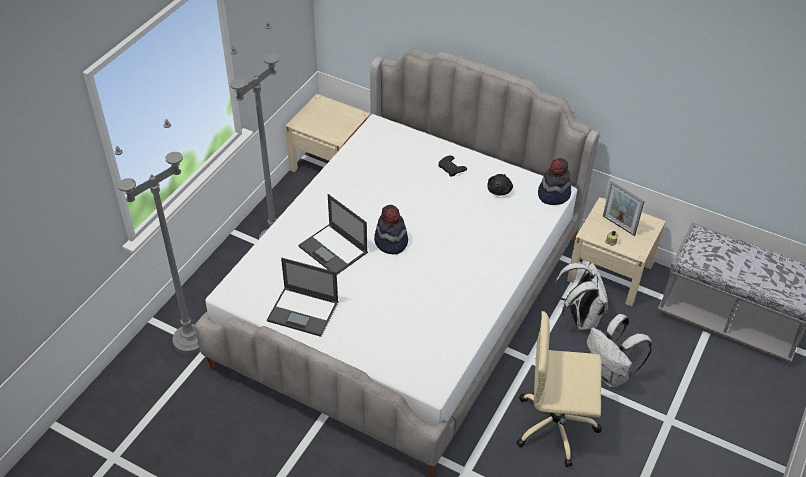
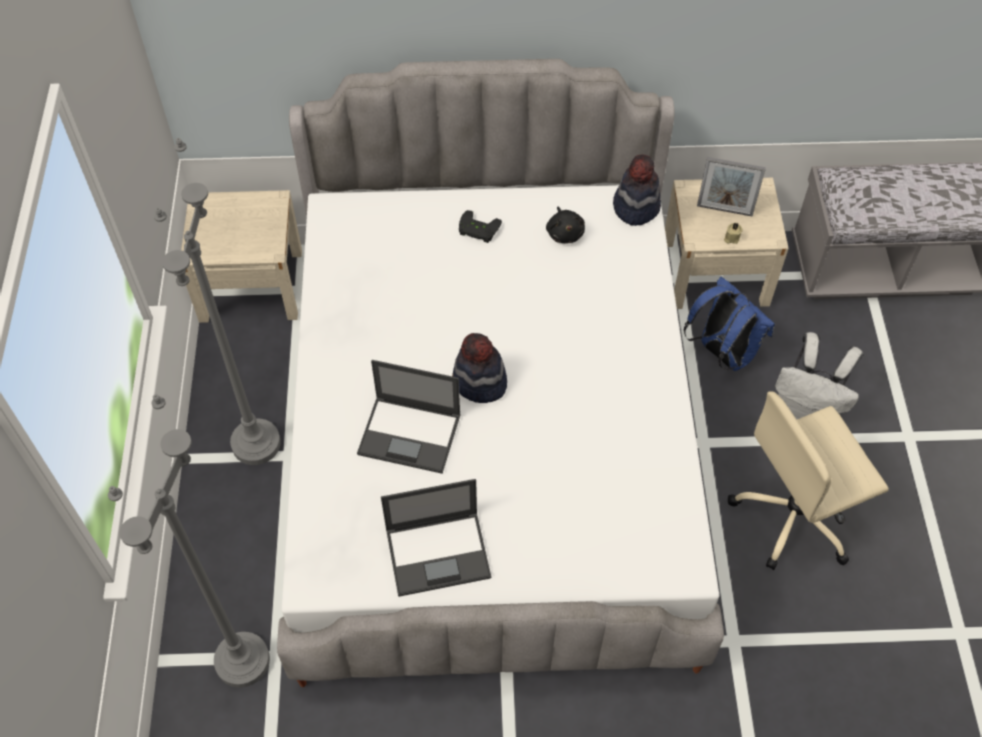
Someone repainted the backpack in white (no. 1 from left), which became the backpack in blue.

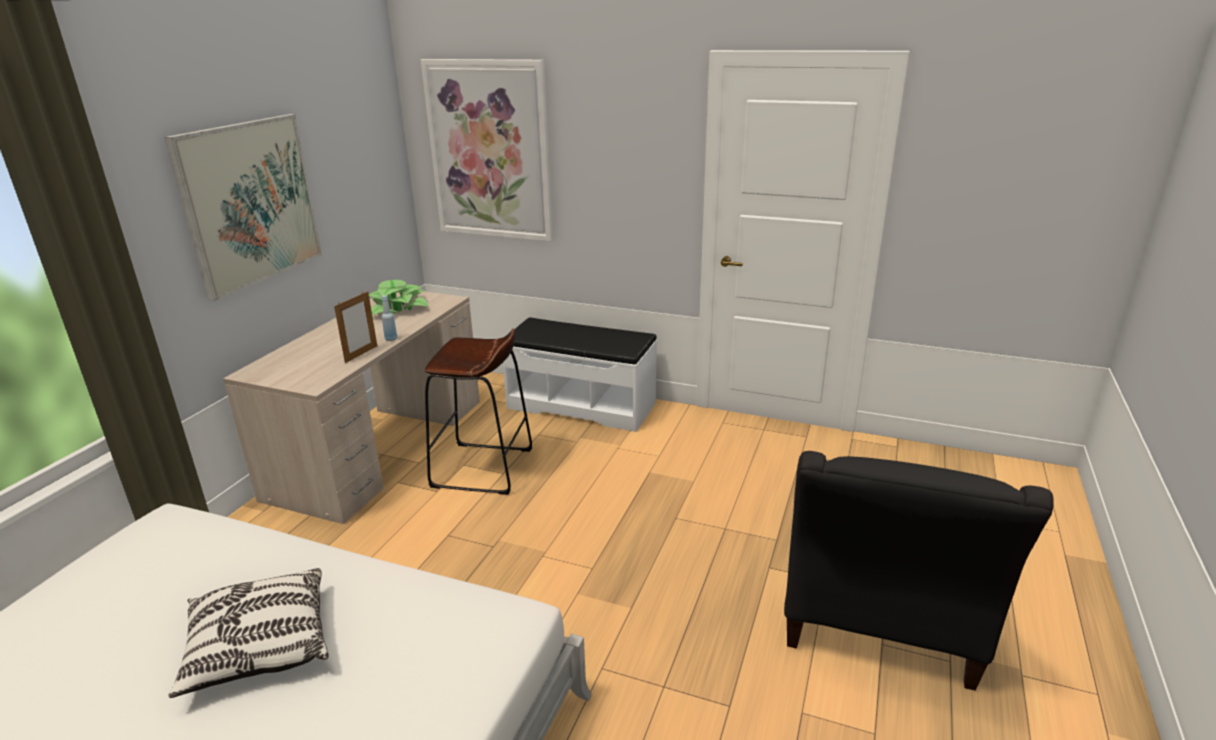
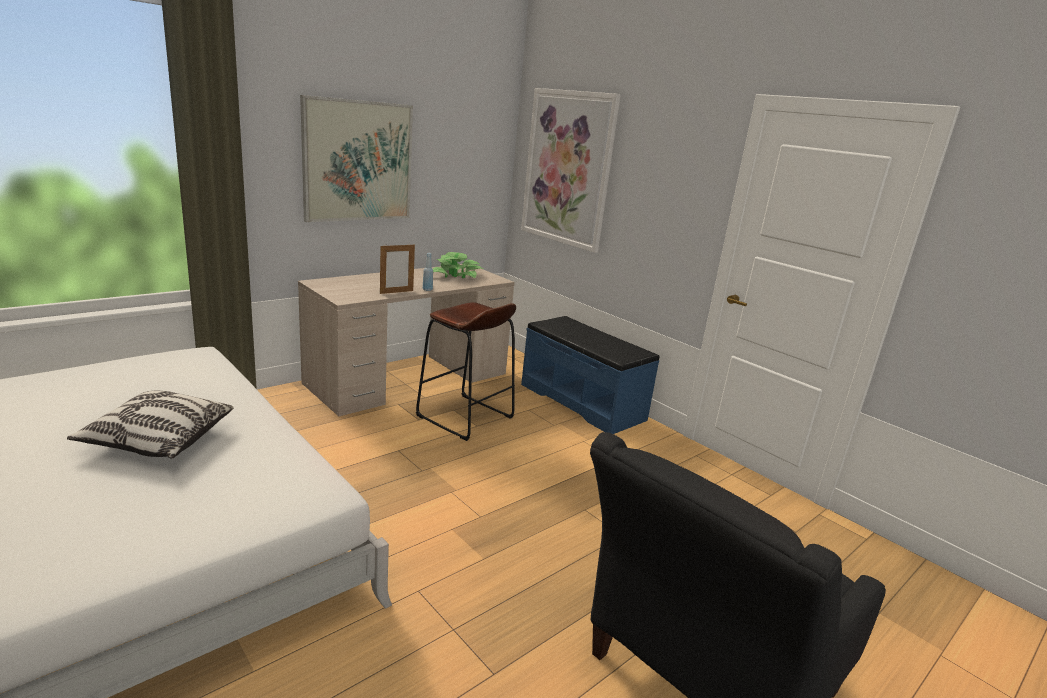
Someone repainted the bench in white, which became the bench in blue.

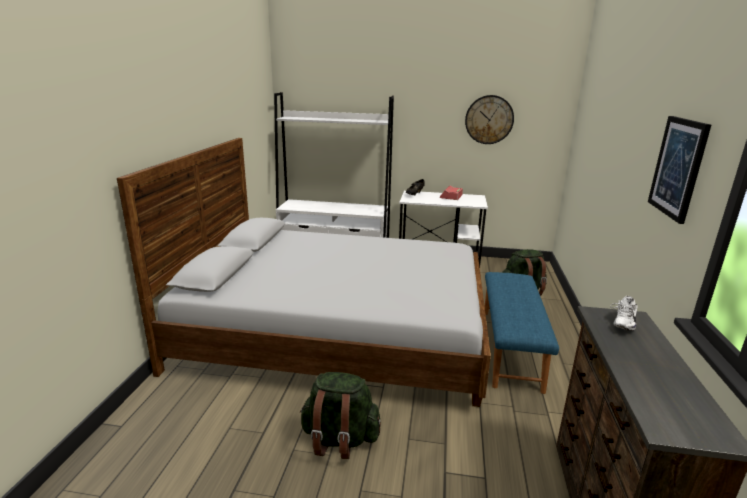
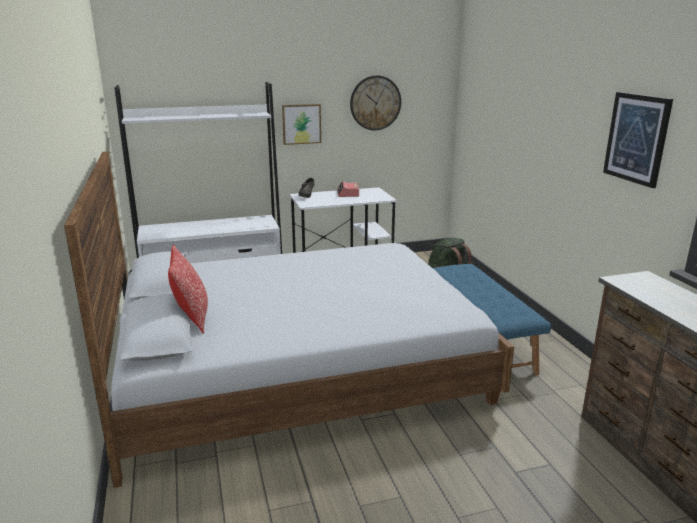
Someone put down the pillow. Someone put up the picture (no. 1 from left). Someone took away the backpack in green (no. 1 from left). Someone took away the shoe in white.

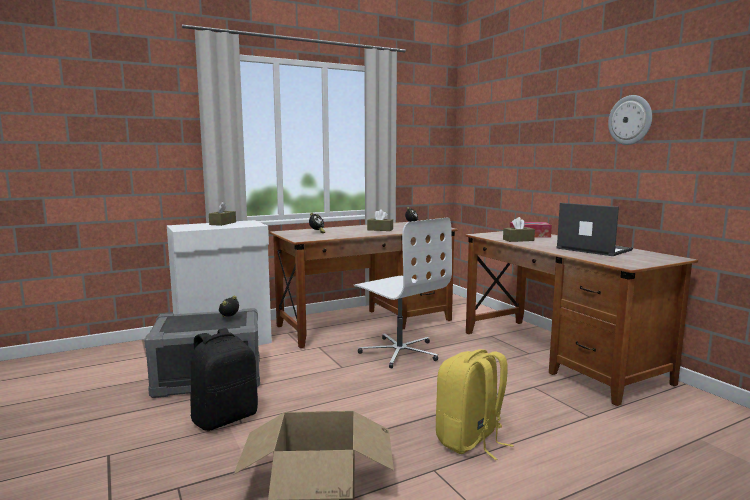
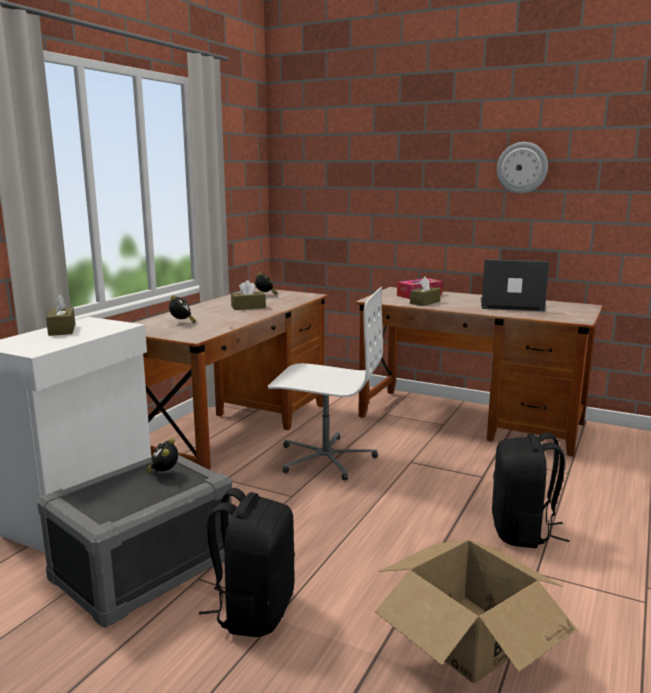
Someone repainted the backpack in yellow, which became the backpack in black (no. 2 from left).

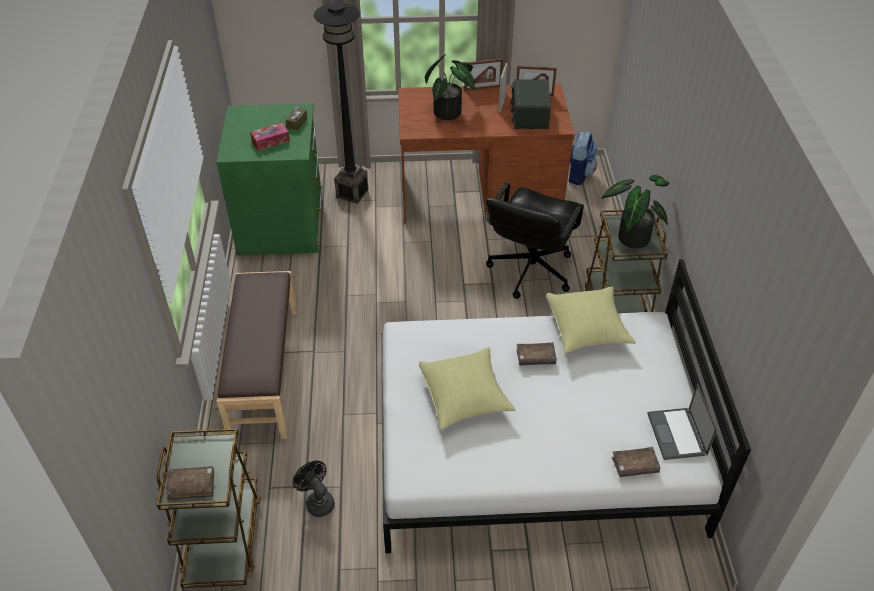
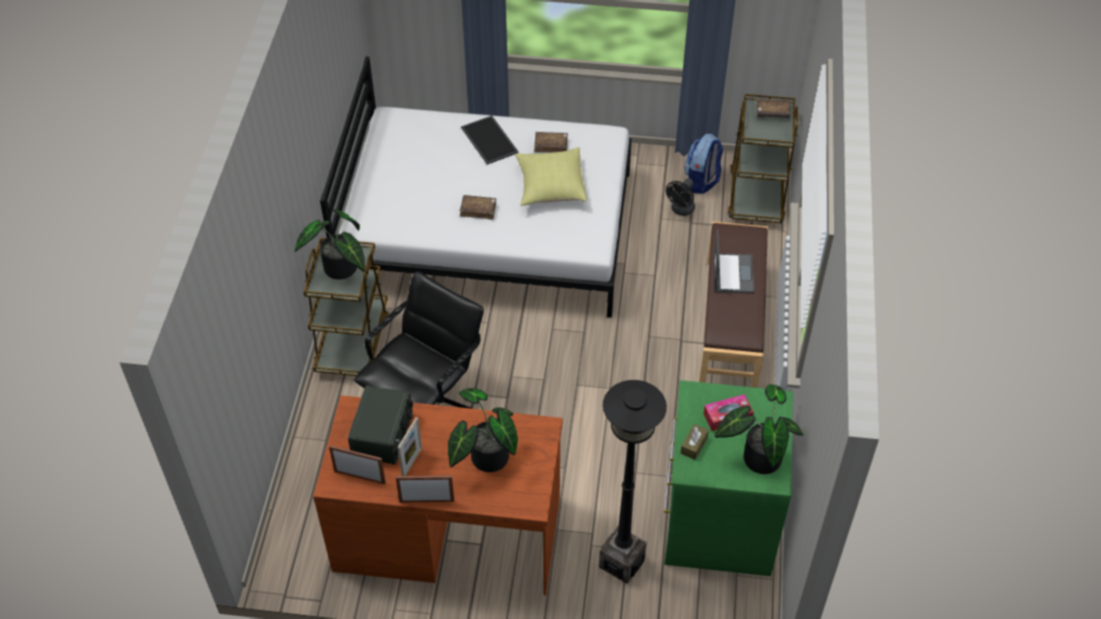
Someone put down the tray. Someone carried the book in brown (no. 3 from left in the first image). Someone rotated the fan in black by 60 degrees clockwise. Someone carried the backpack. Someone carried the laptop. Someone put down the potted plant (no. 3 from left). Someone took away the pillow in yellow (no. 2 from left).

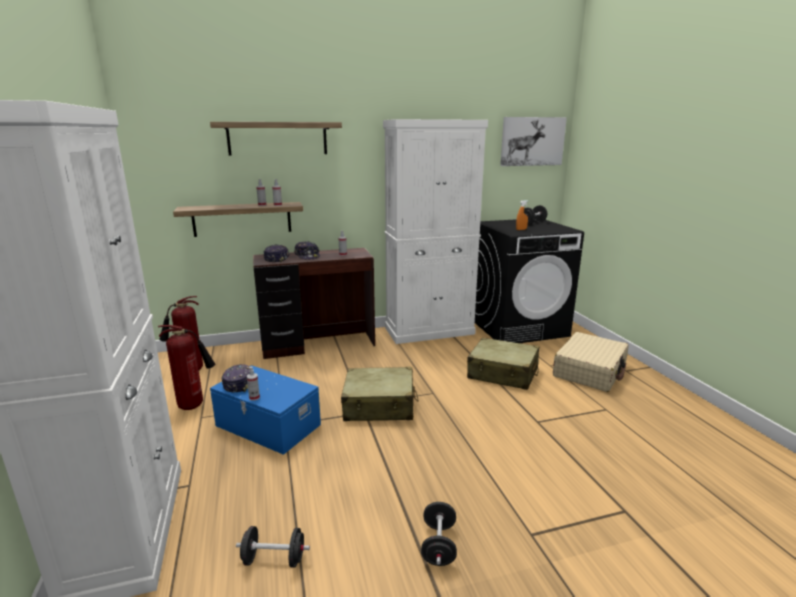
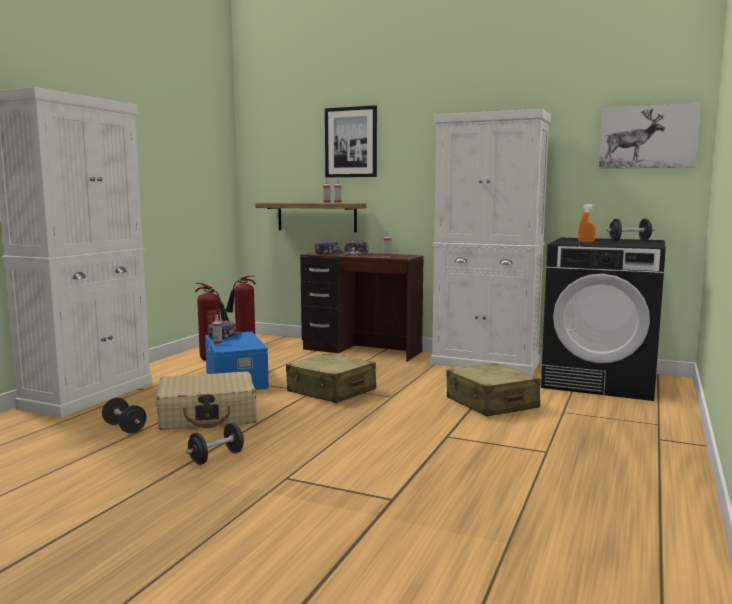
Someone carried the suitcase in beige (no. 3 from left in the first image). Someone swapped the shelf (no. 2 from left) for the picture (no. 1 from left).

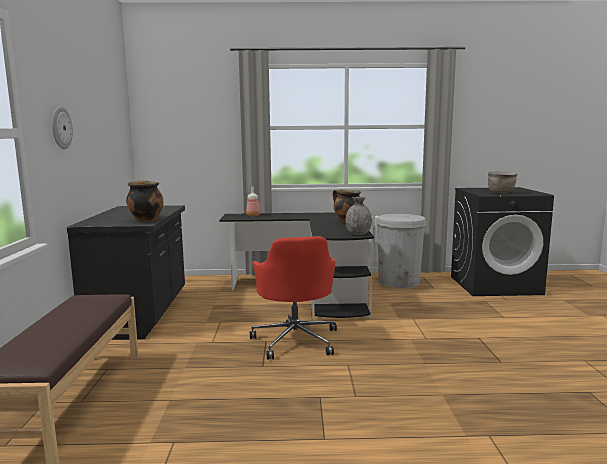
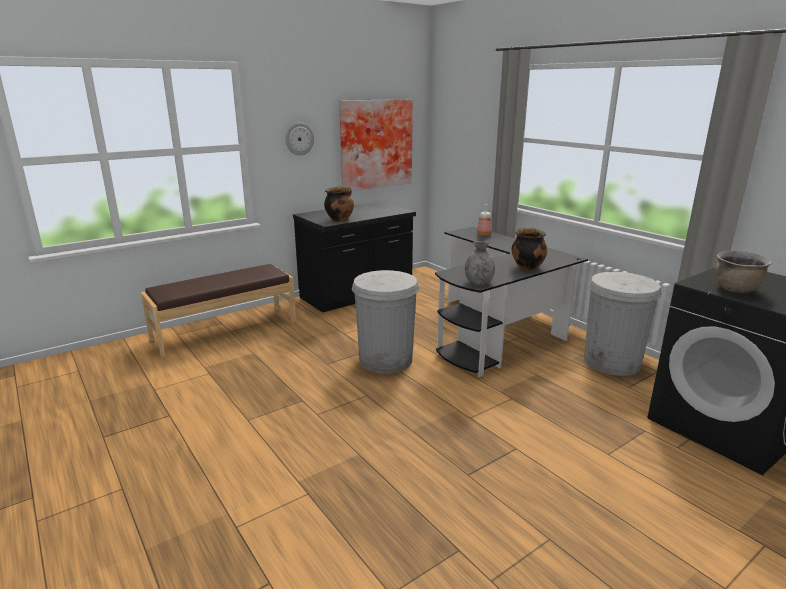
Someone put up the picture. Someone swapped the office chair in red for the trash can in white (no. 1 from left).

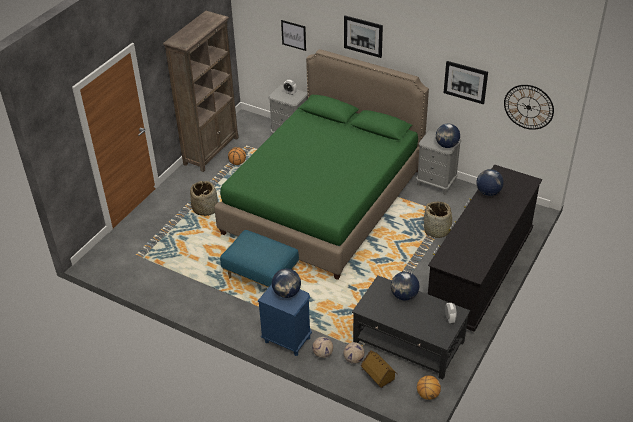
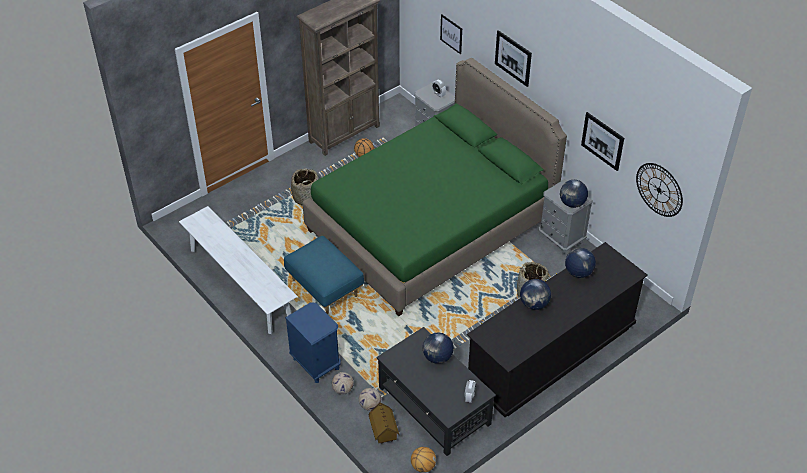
Someone put down the bench in white. Someone carried the globe (no. 1 from left in the first image).

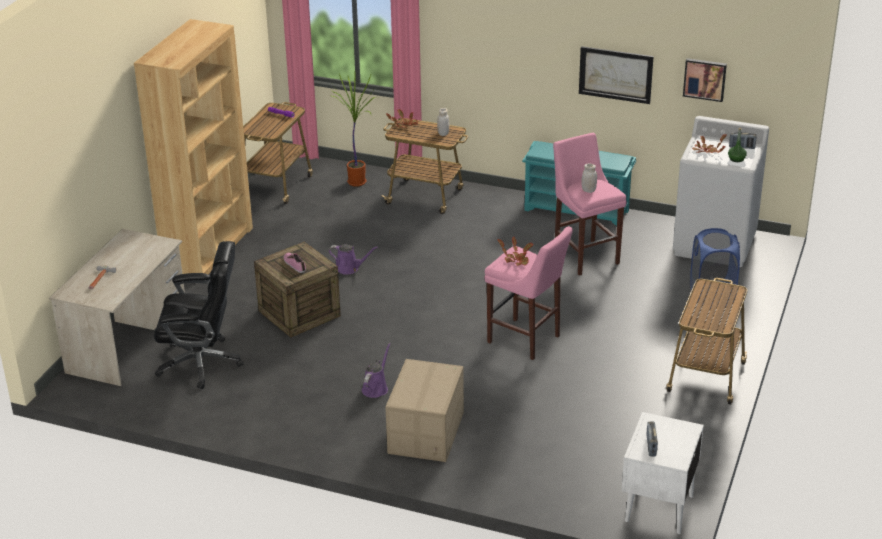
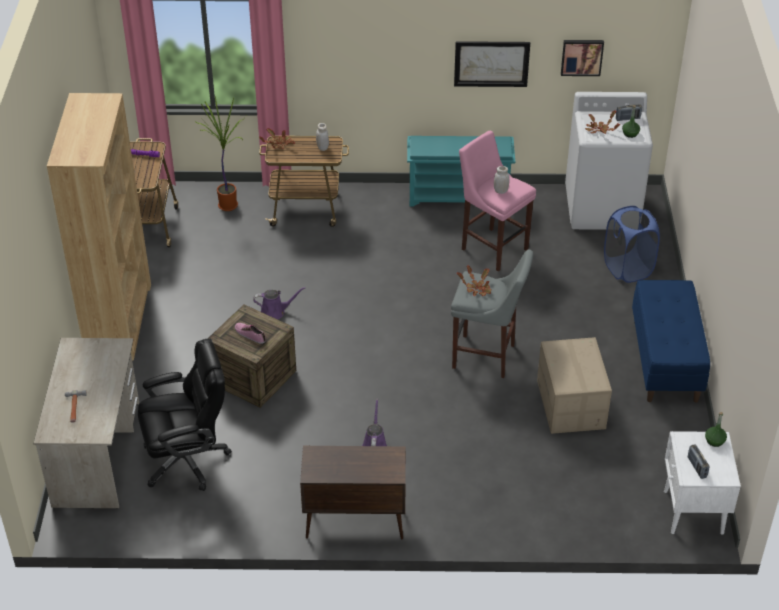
Someone put down the cabinet in brown. Someone repainted the stool in pink (no. 1 from left), which became the stool in grey. Someone carried the cardboard box. Someone swapped the cart (no. 3 from left) for the bench in blue. Someone put down the bottle in green (no. 2 from left).

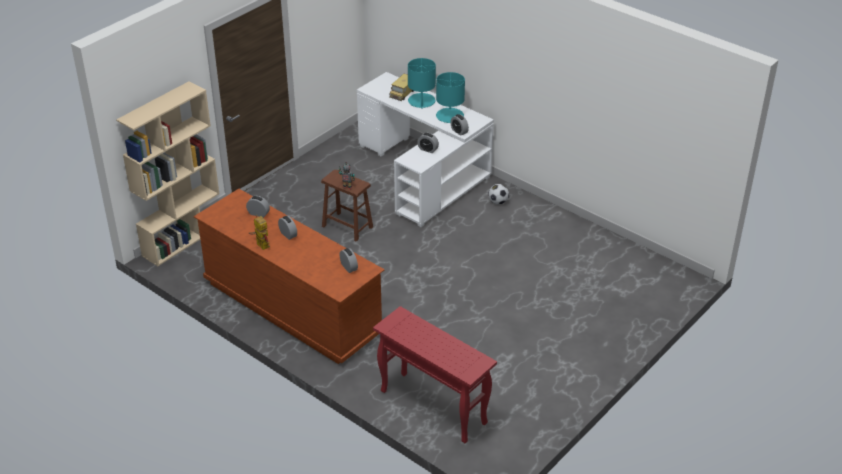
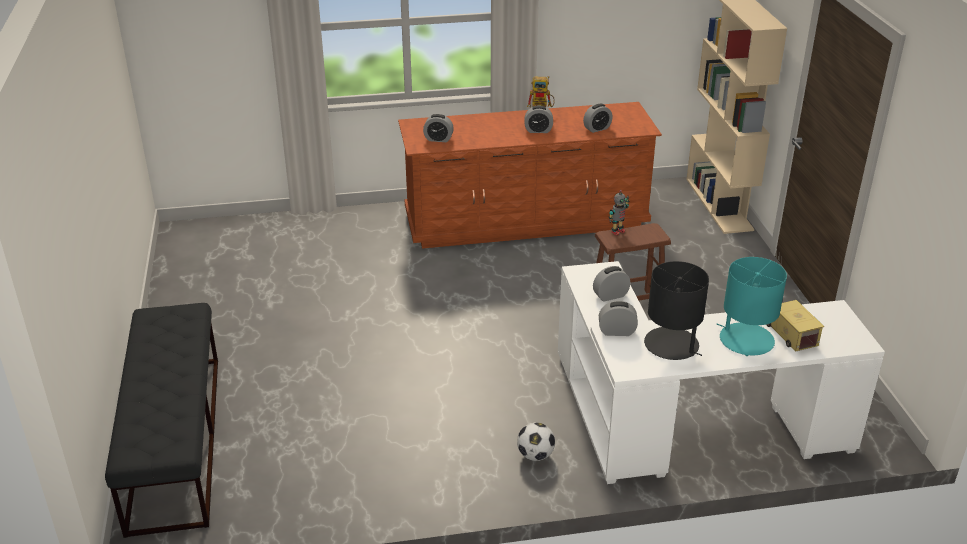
Someone put down the bench in black. Someone repainted the table lamp in turquoise (no. 2 from left), which became the table lamp in black. Someone took away the console table in red.

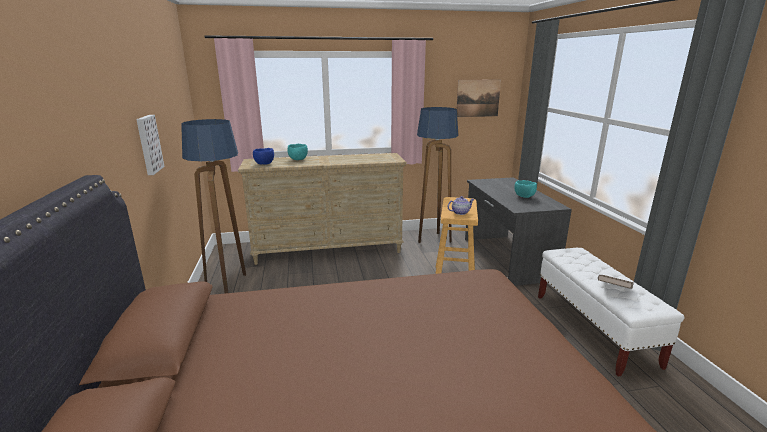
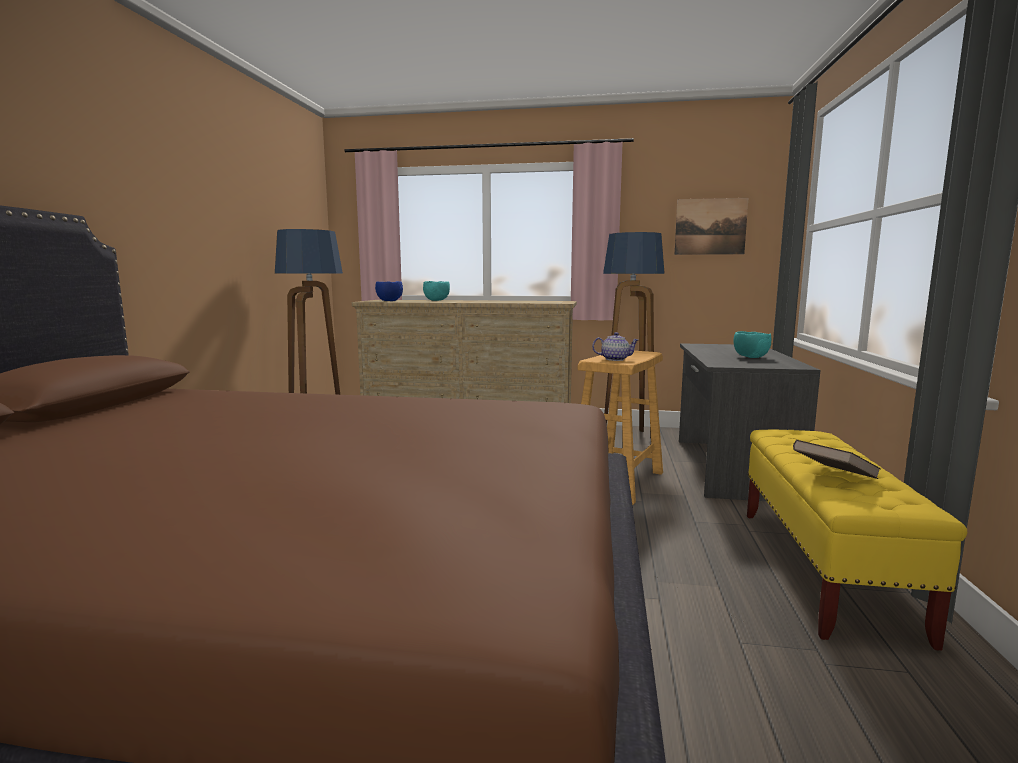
Someone repainted the bench in white, which became the bench in yellow. Someone took away the picture (no. 1 from left).

